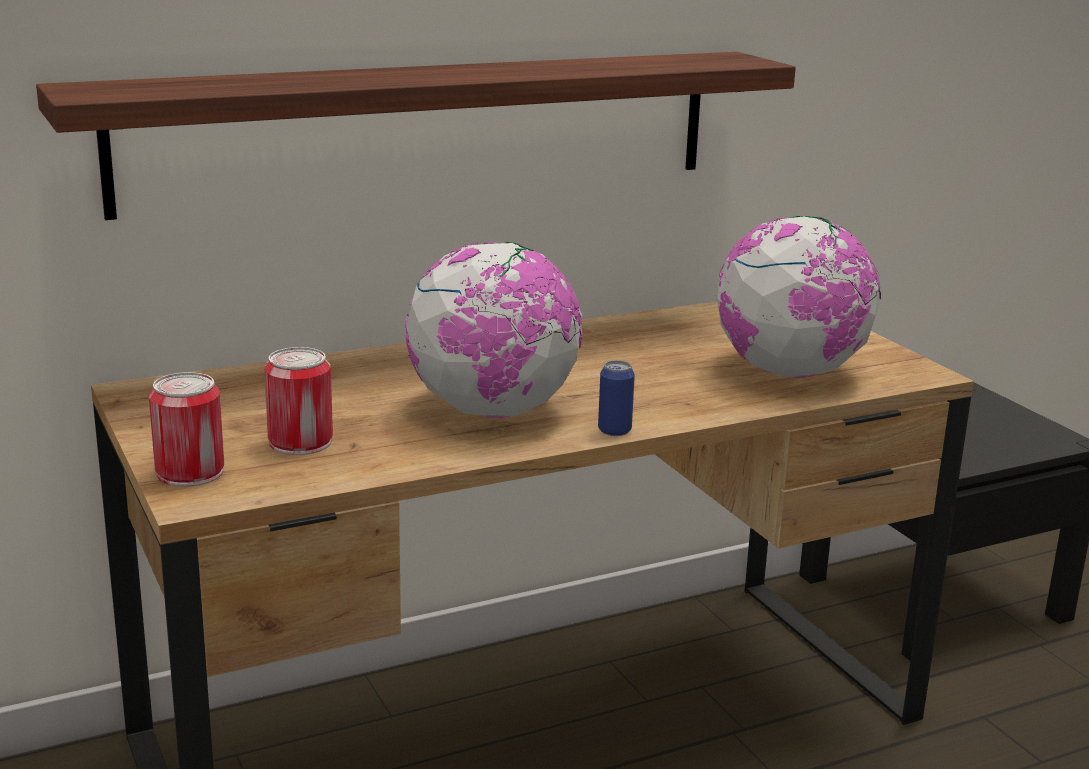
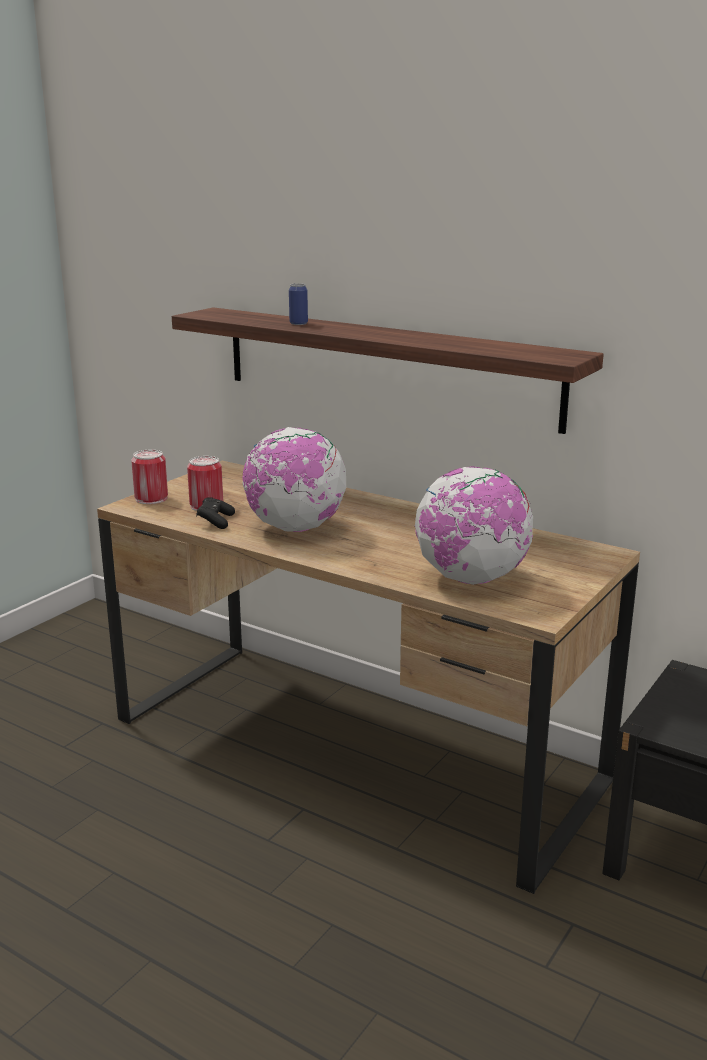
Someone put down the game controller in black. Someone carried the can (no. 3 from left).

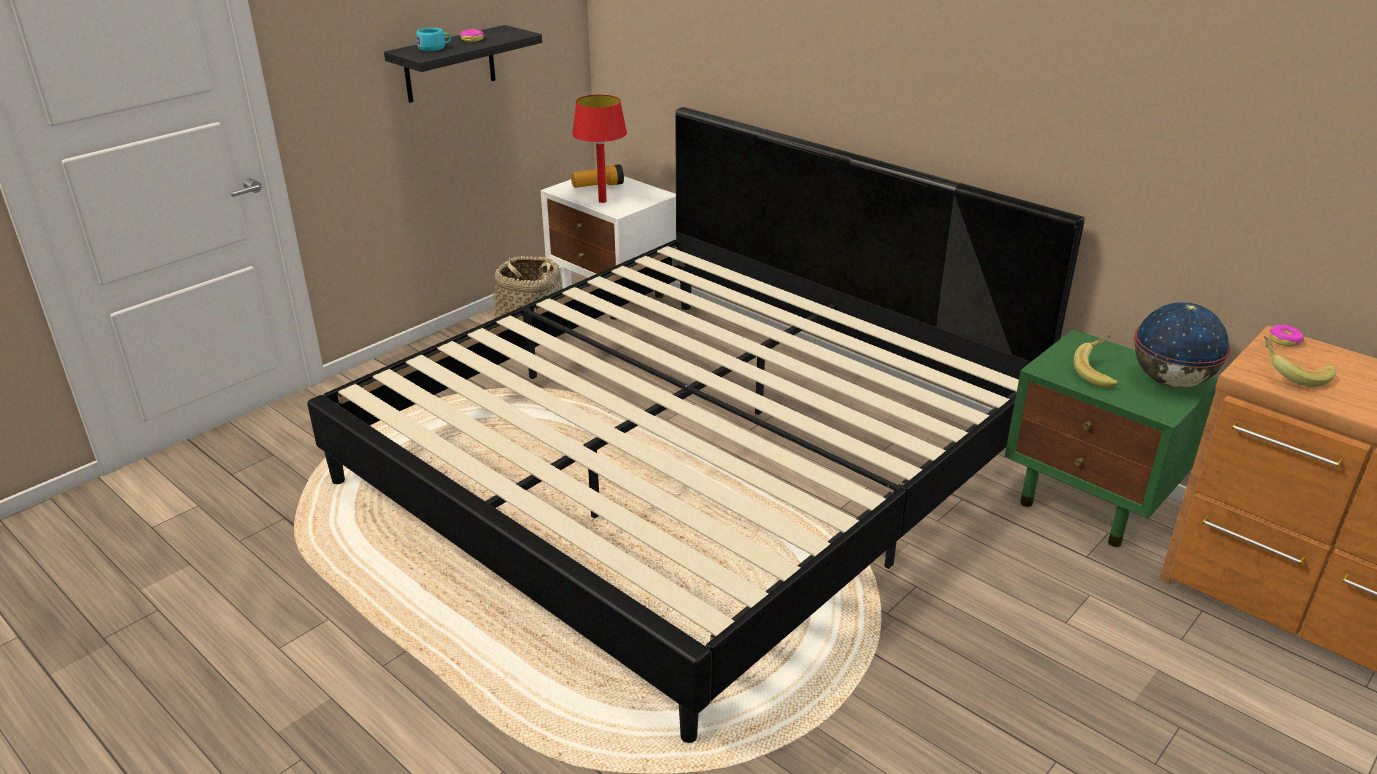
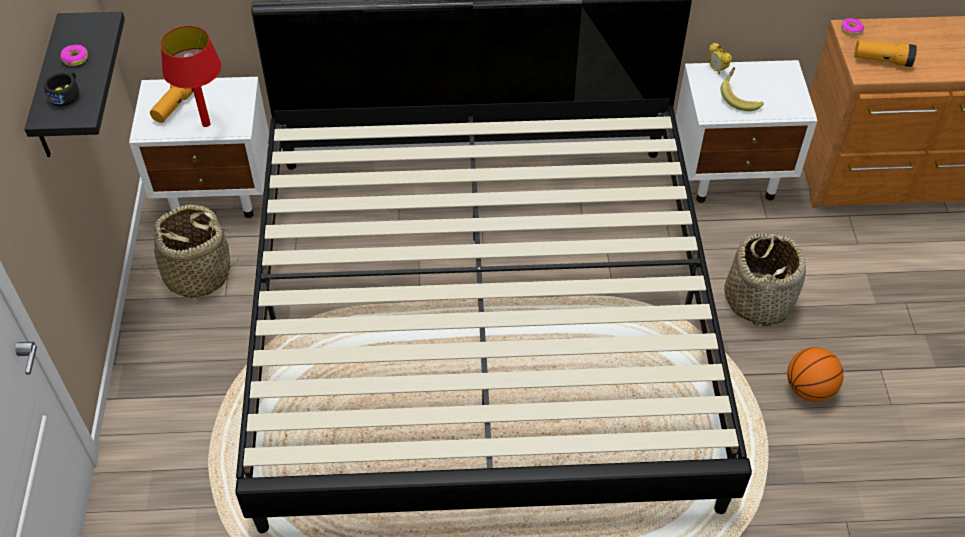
Someone repainted the cup in turquoise, which became the cup in black. Someone repainted the nightstand in green, which became the nightstand in white (no. 2 from left). Someone put down the alarm clock. Someone put down the basket (no. 2 from left). Someone put down the basketball. Someone swapped the banana (no. 2 from left) for the flashlight (no. 2 from left). Someone took away the globe.

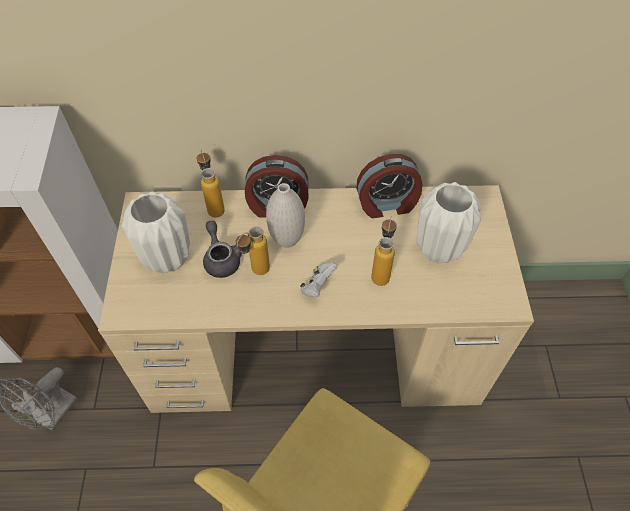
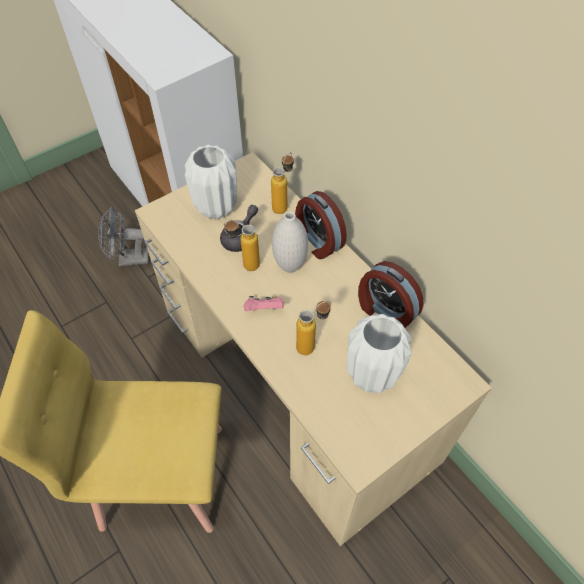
Someone repainted the game controller in white, which became the game controller in pink.

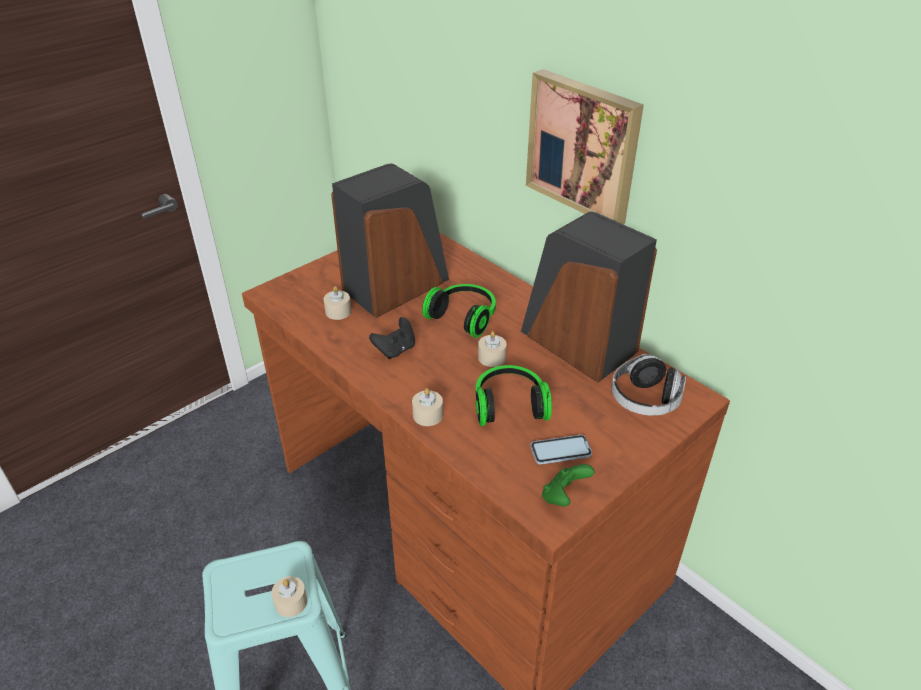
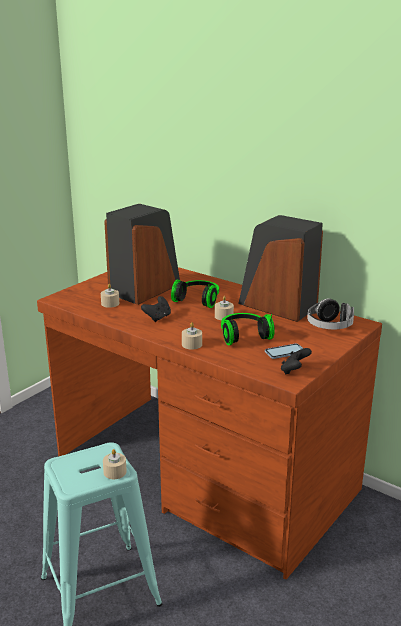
Someone repainted the game controller in green, which became the game controller in black (no. 2 from left). Someone took away the picture.

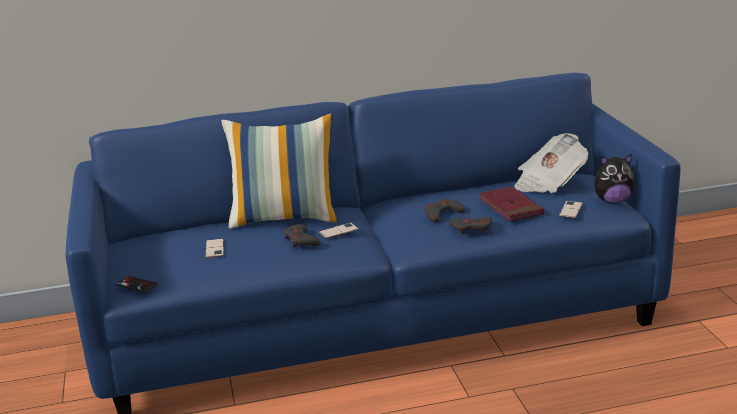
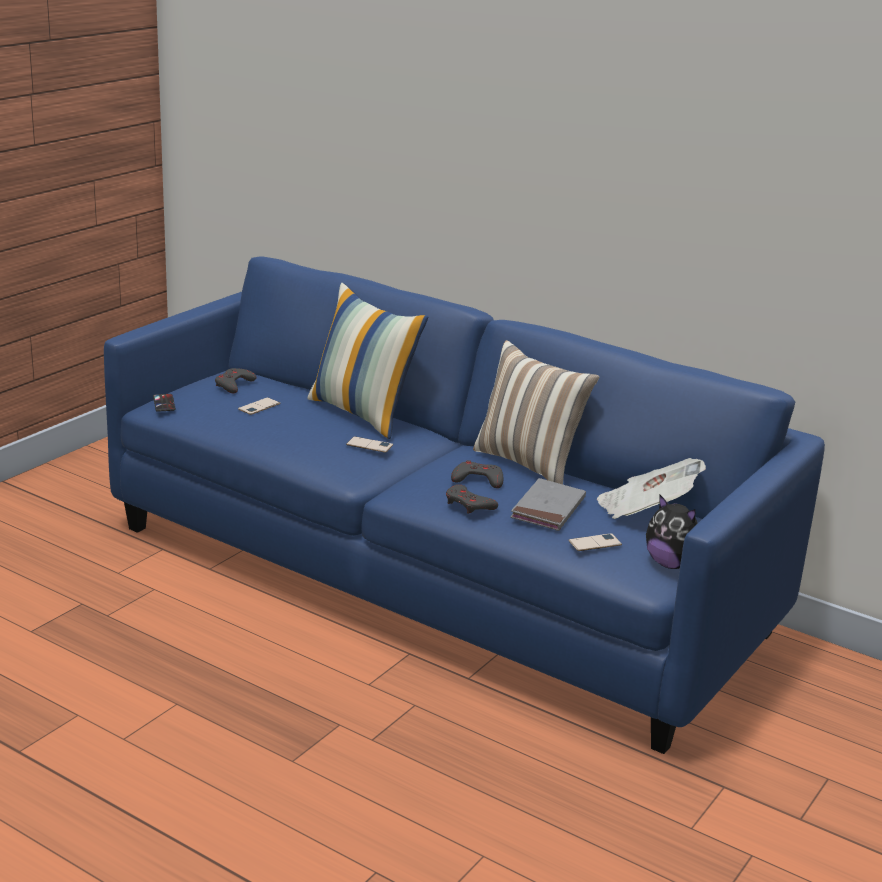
Someone carried the game controller in grey (no. 1 from left). Someone put down the pillow (no. 2 from left). Someone repainted the book in red, which became the book in grey.

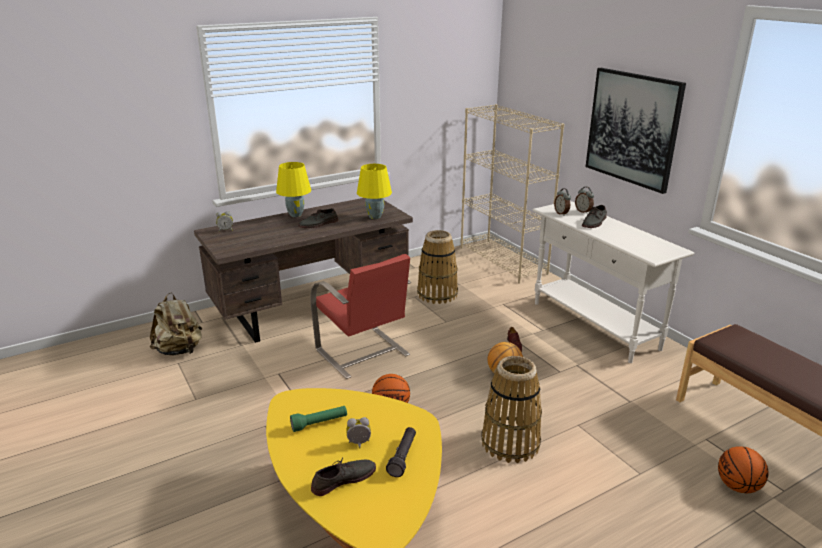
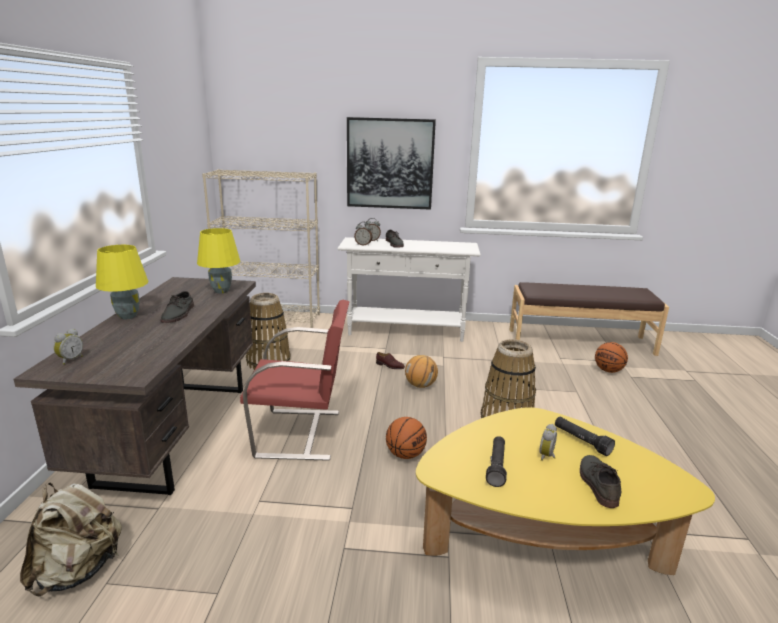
Someone repainted the flashlight in green, which became the flashlight in black (no. 1 from left).

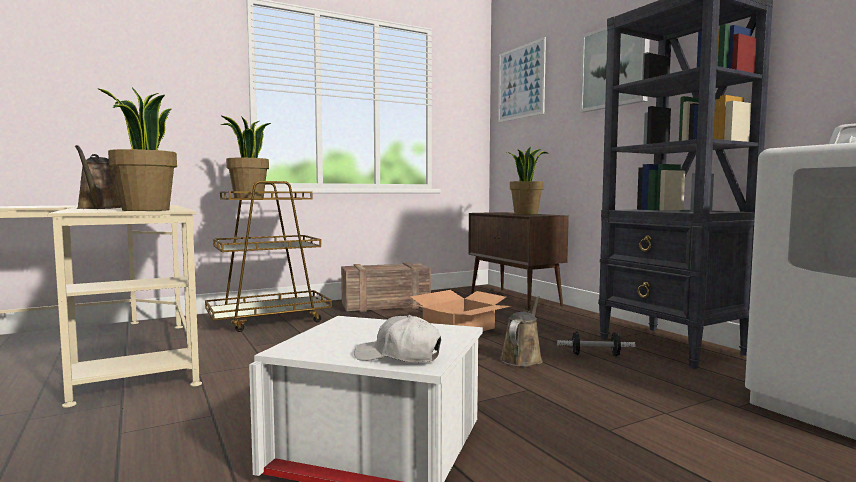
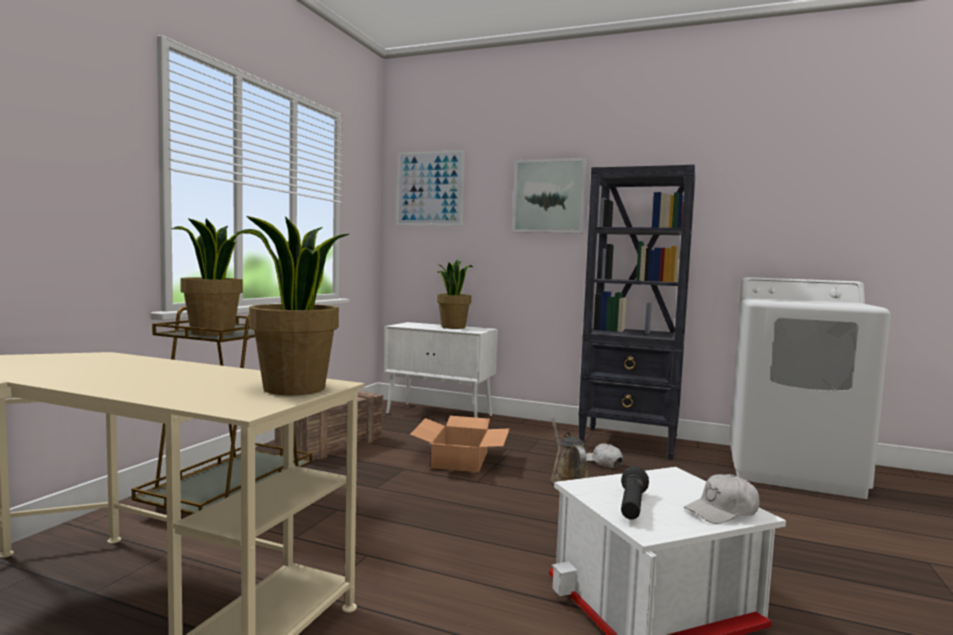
Someone repainted the cabinet in brown, which became the cabinet in white. Someone swapped the dumbbell for the cap in white (no. 1 from left). Someone put down the flashlight in black. Someone took away the watering can in brown (no. 1 from left).

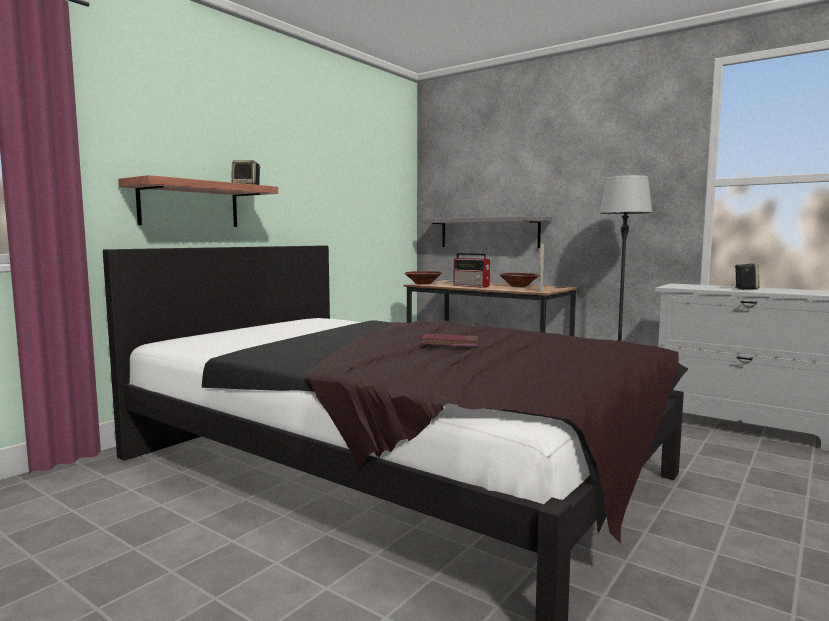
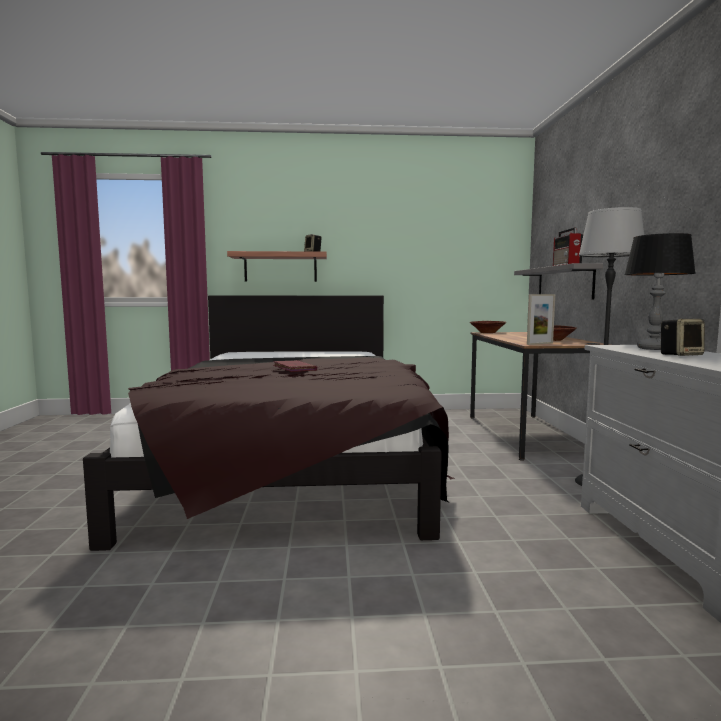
Someone carried the radio. Someone put down the table lamp.

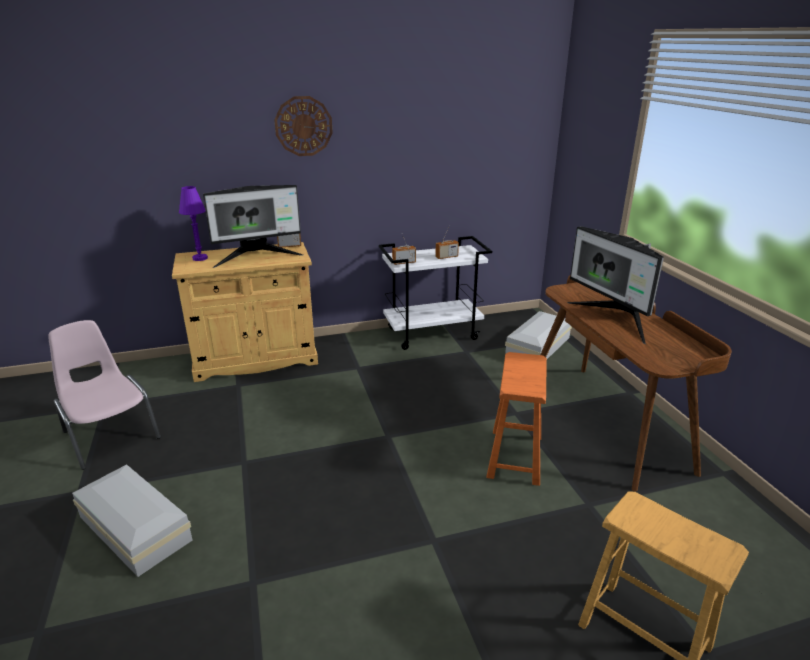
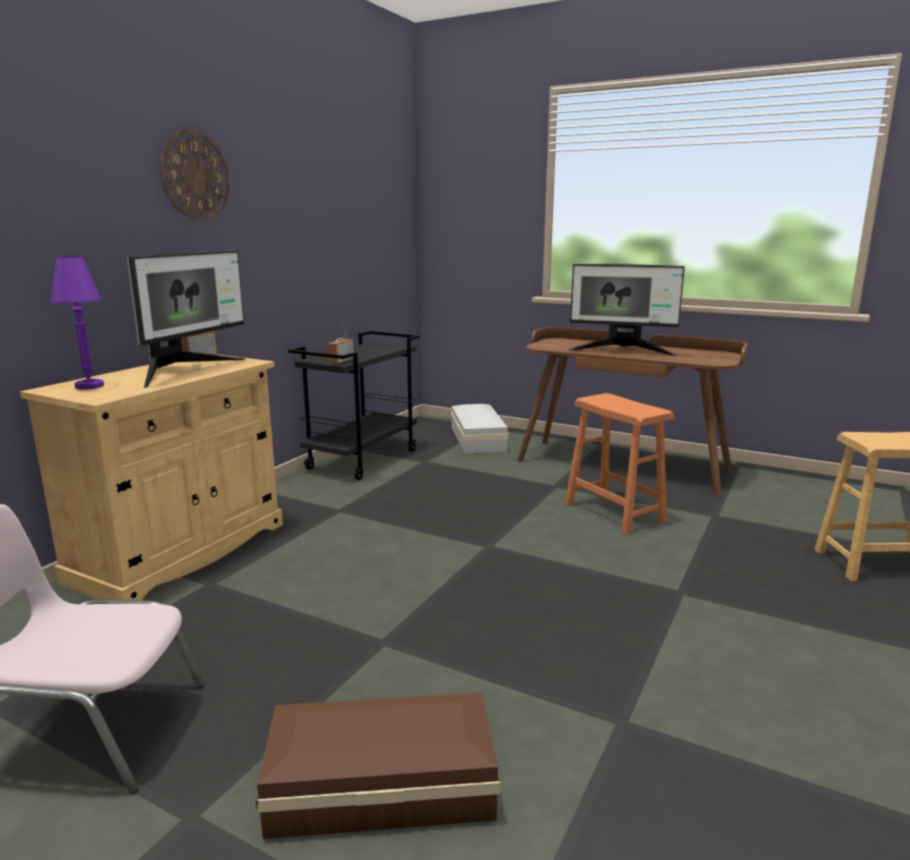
Someone repainted the storage box in white (no. 1 from left), which became the storage box in brown. Someone repainted the cart in white, which became the cart in black. Someone took away the radio (no. 3 from left).

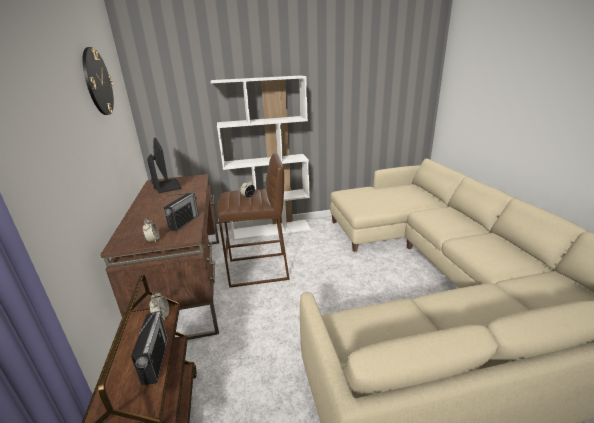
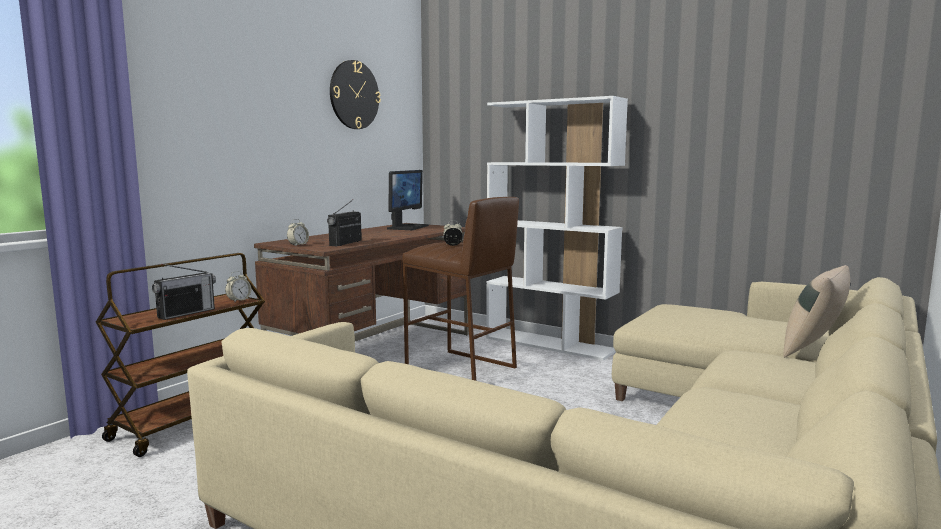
Someone rotated the radio (no. 2 from left) by 135 degrees clockwise. Someone put down the pillow in beige.

